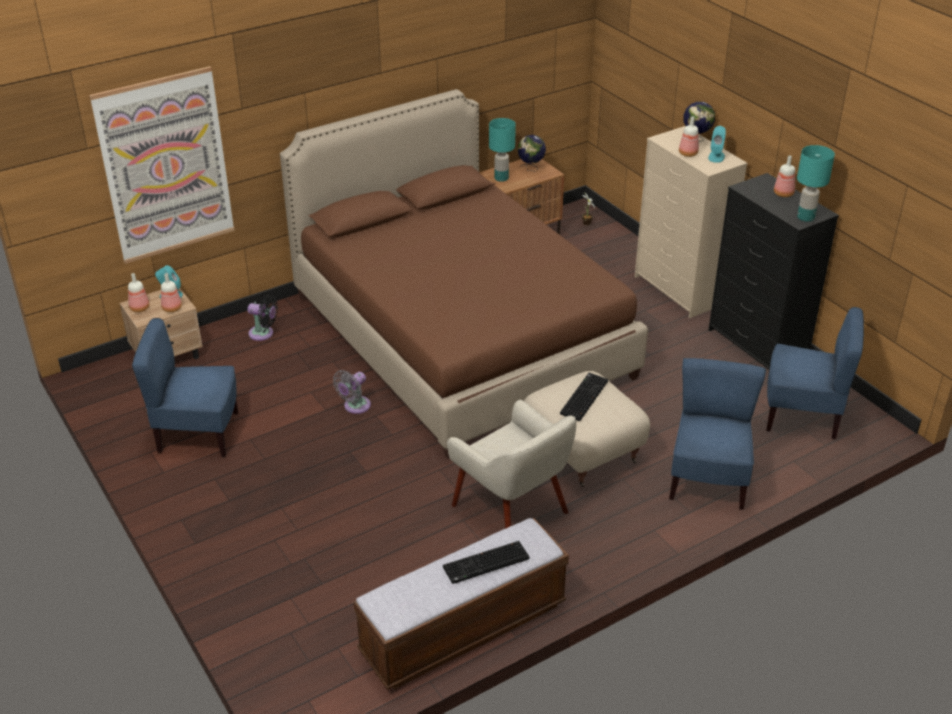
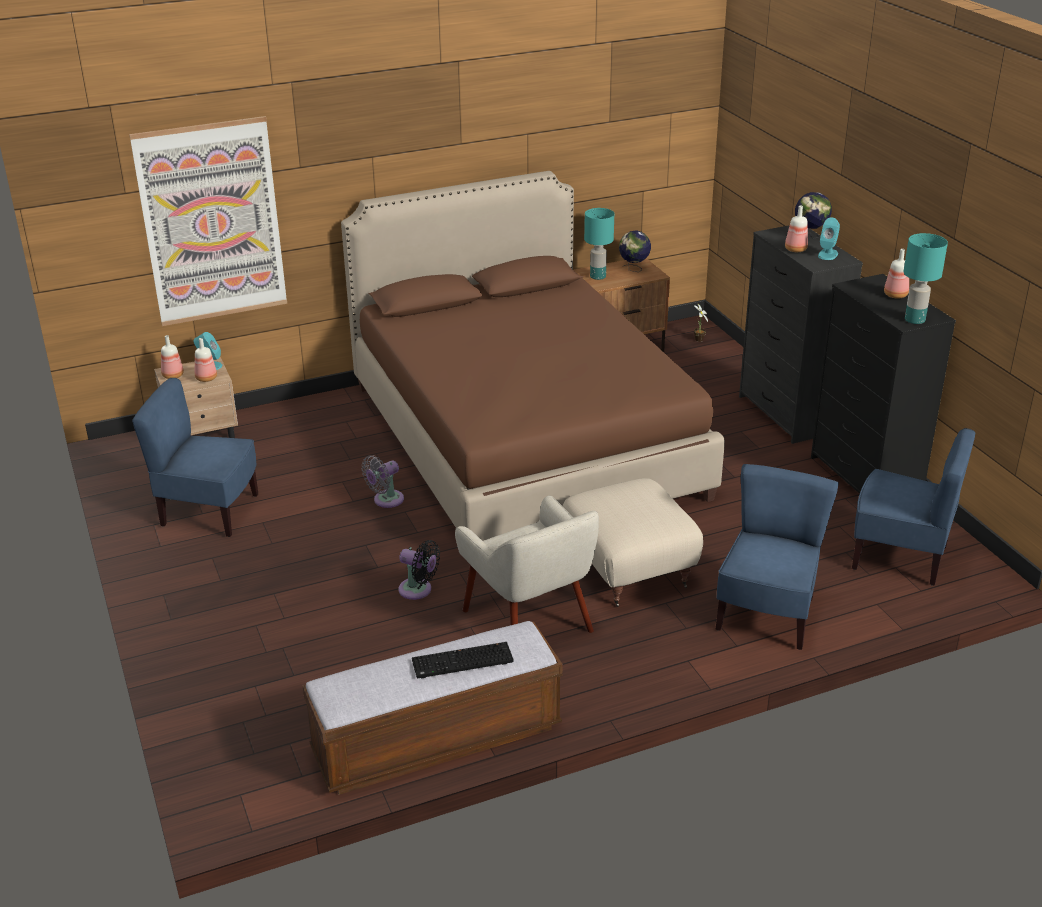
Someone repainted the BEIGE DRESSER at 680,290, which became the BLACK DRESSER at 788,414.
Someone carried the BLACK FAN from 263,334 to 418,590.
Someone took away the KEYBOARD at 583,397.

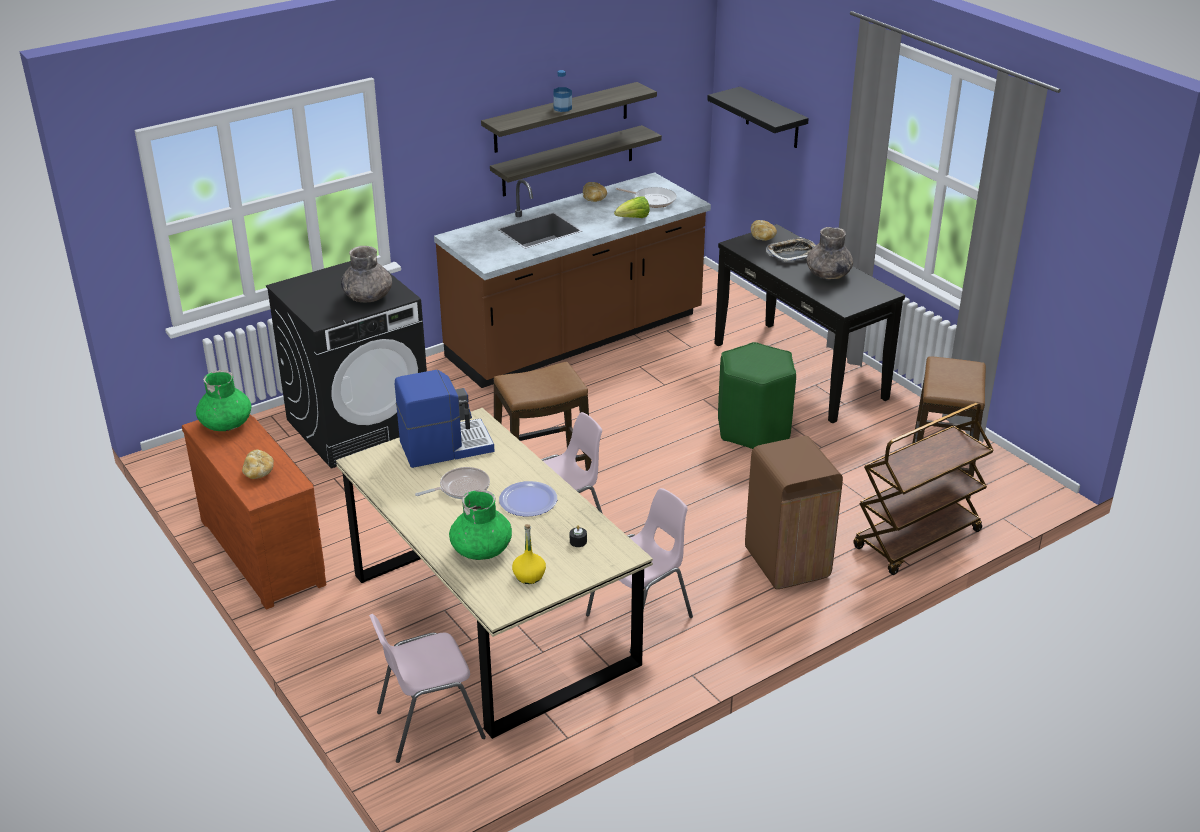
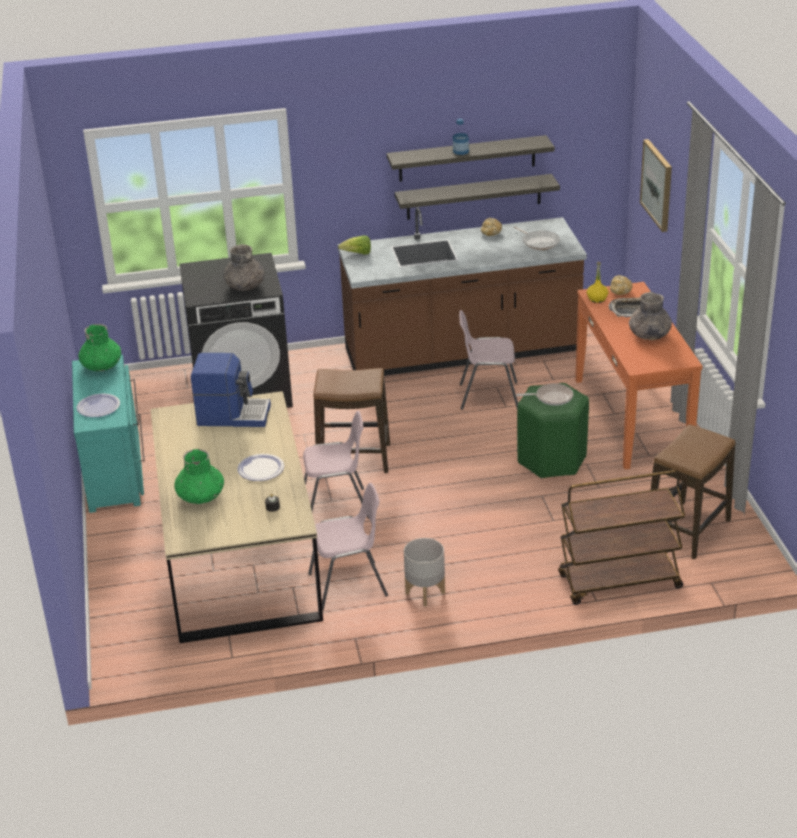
Someone swapped the BLACK SHELF at 772,118 for the PICTURE at 657,185.
Someone carried the LETTUCE from 633,219 to 358,254.
Someone repainted the BLACK CONSOLE TABLE at 799,370, which became the ORANGE CONSOLE TABLE at 632,418.
Someone repainted the BROWN DRESSER at 266,550, which became the TURQUOISE DRESSER at 116,470.
Someone took away the BROWN TRASH CAN at 786,563.
Someone swapped the BREAD at 258,472 for the PLATE at 98,407.
Someone carried the FRYING PAN from 461,488 to 551,397.
Someone carried the YELLOW BOTTLE from 529,576 to 597,299.
Someone carried the PINK CHAIR from 428,724 to 488,396.
Someone put down the GREY PLANTER at 425,593.

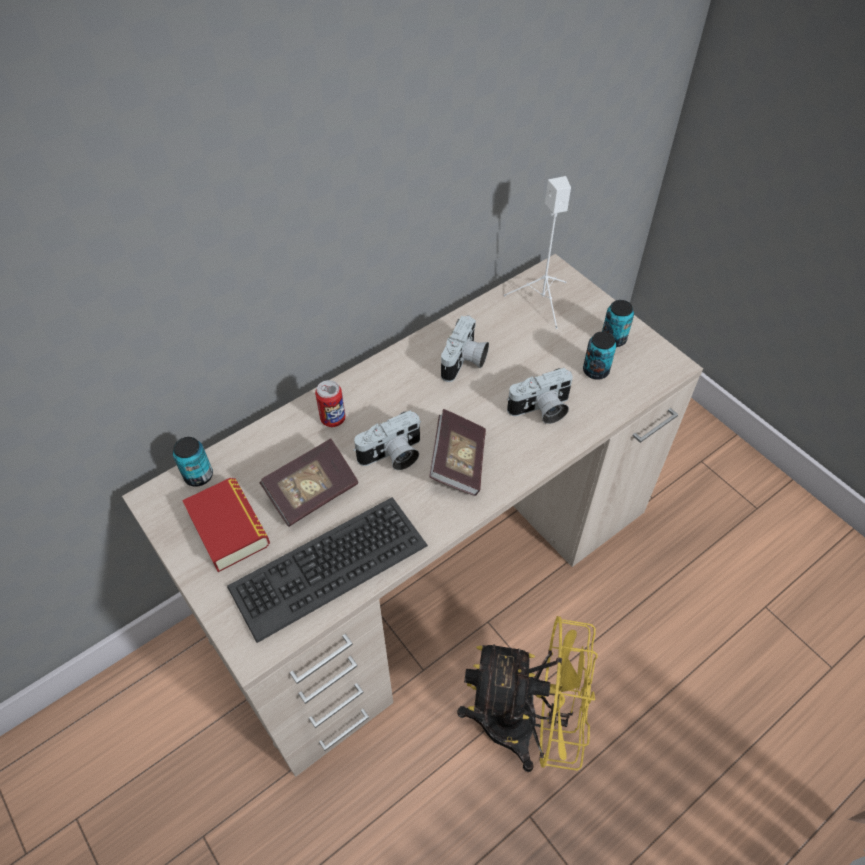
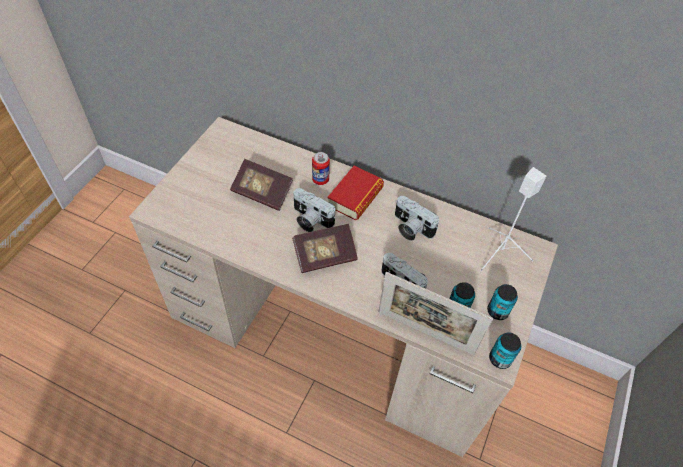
Someone rotated the PHOTO CAMERA at 465,362 by 45 degrees clockwise.
Someone carried the CAN from 198,475 to 500,359.
Someone carried the BOOK from 228,528 to 355,197.
Someone took away the KEYBOARD at 328,565.
Someone took away the YELLOW FAN at 525,723.
Someone put down the PICTURE FRAME at 425,332.

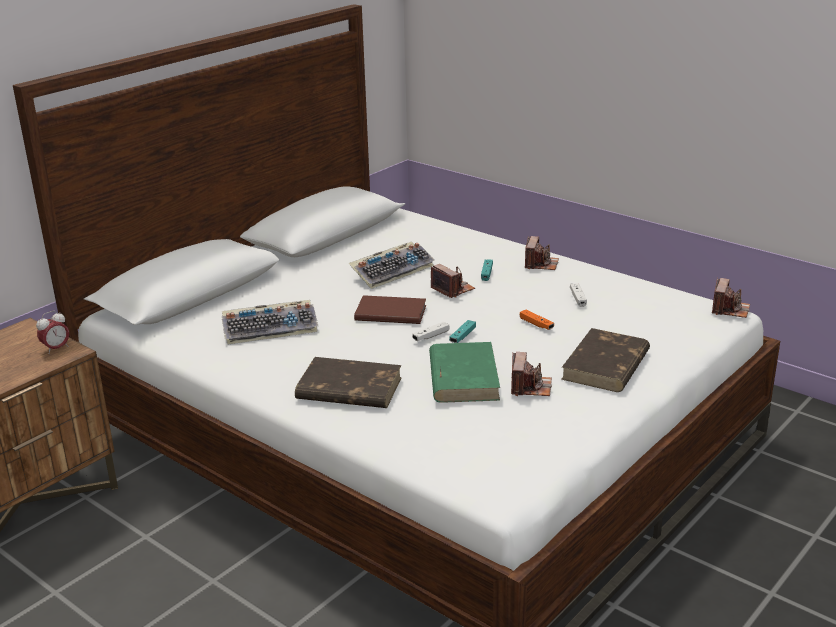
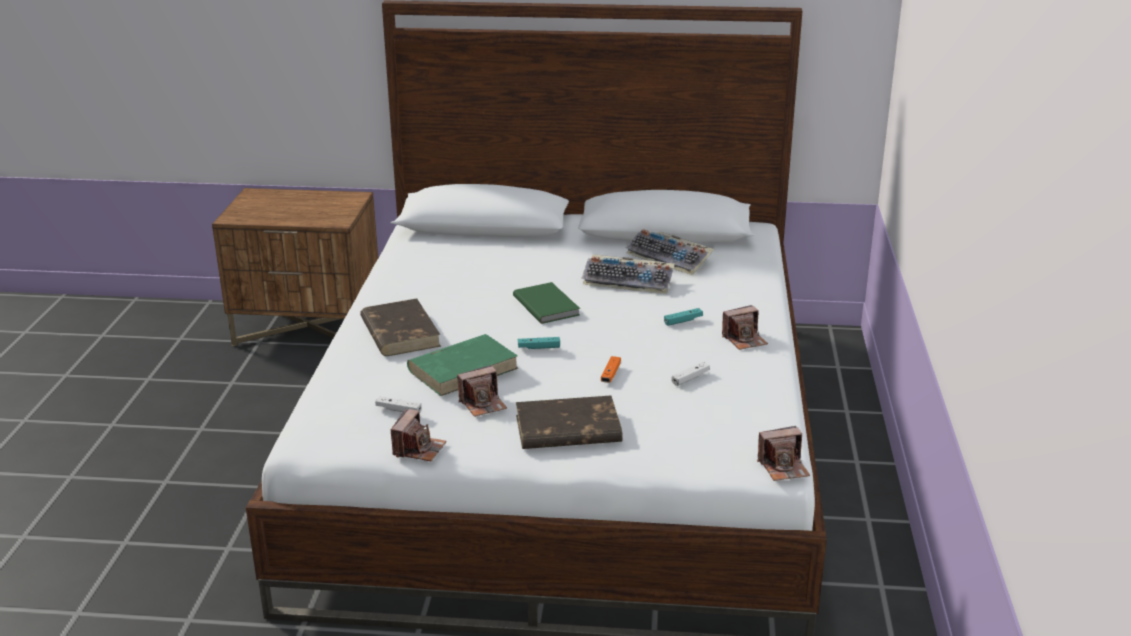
Someone carried the PHOTO CAMERA from 453,289 to 418,449.
Someone repainted the BROWN BOOK at 390,312, which became the GREEN BOOK at 547,305.
Someone carried the KEYBOARD from 271,328 to 670,258.
Someone took away the ALARM CLOCK at 56,349.
Someone carried the WHITE GAME CONTROLLER from 431,336 to 398,410.

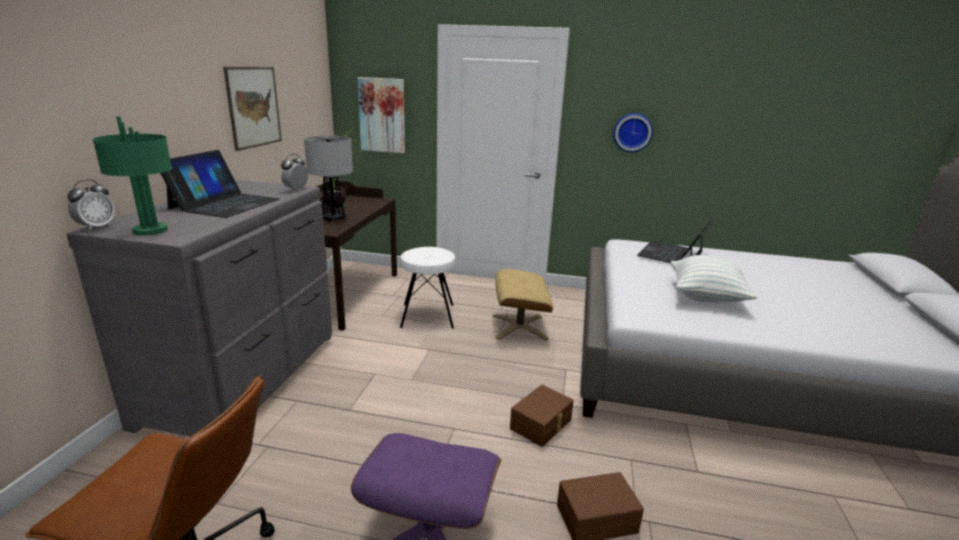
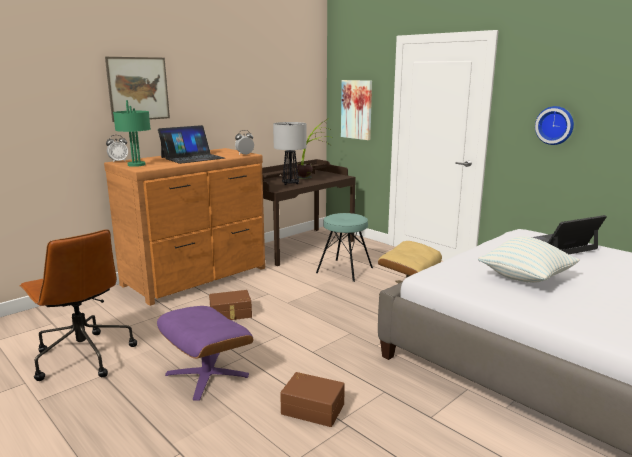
Someone carried the PICTURE from 254,107 to 138,89.
Someone repainted the GREY DRESSER at 247,377, which became the BROWN DRESSER at 197,277.
Someone repainted the WHITE STOOL at 427,316, which became the TURQUOISE STOOL at 344,270.
Someone carried the BROWN STORAGE BOX from 542,424 to 231,314.

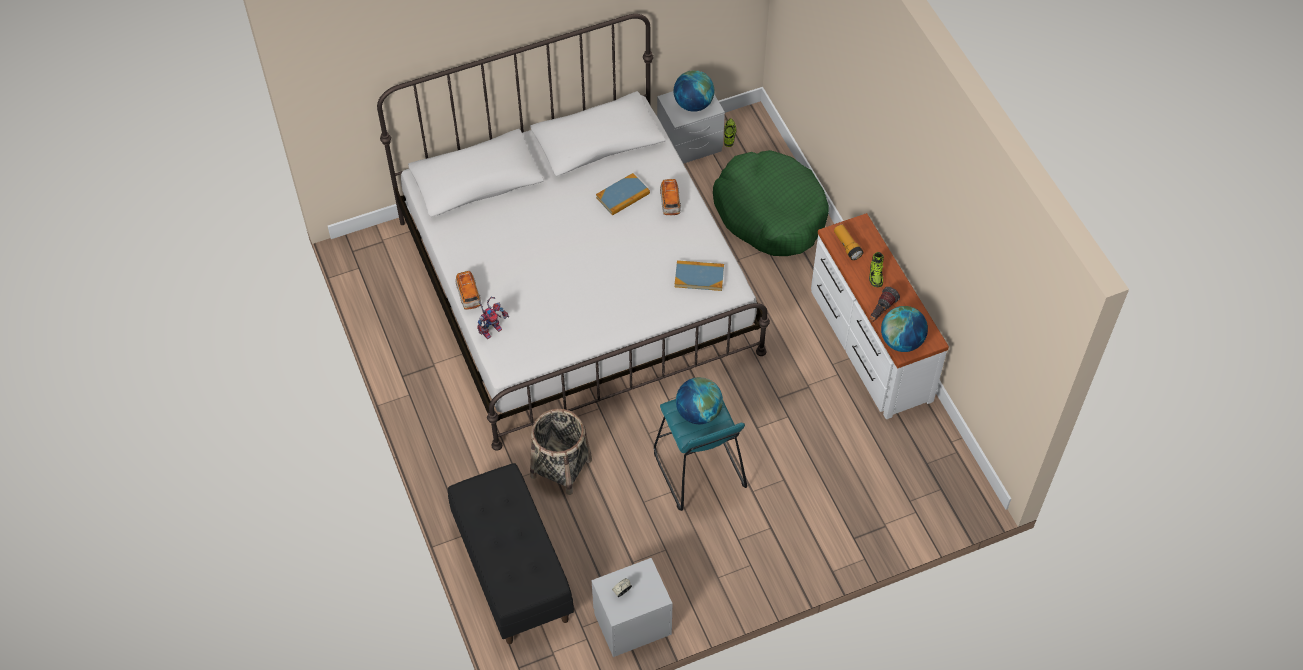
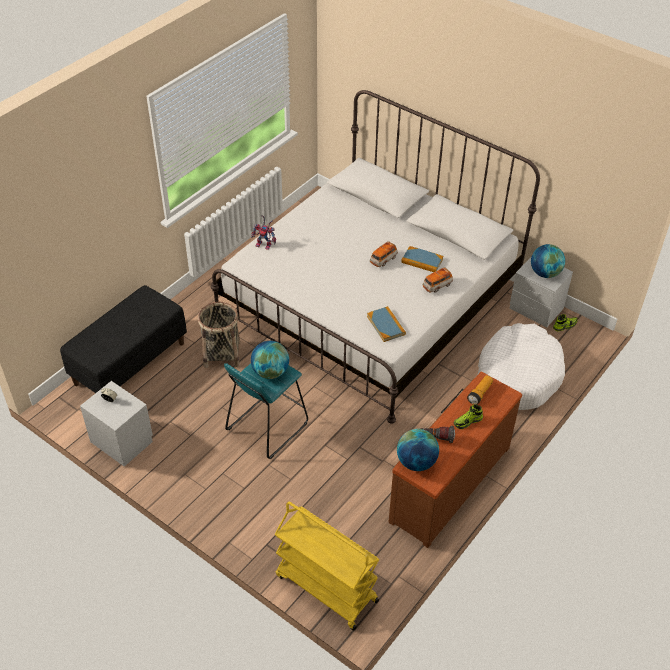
Someone repainted the GREEN DOG BED at 770,213, which became the WHITE DOG BED at 517,376.
Someone repainted the WHITE DRESSER at 868,344, which became the BROWN DRESSER at 449,483.
Someone carried the TOY CAR from 468,295 to 383,260.
Someone put down the YELLOW CART at 325,588.

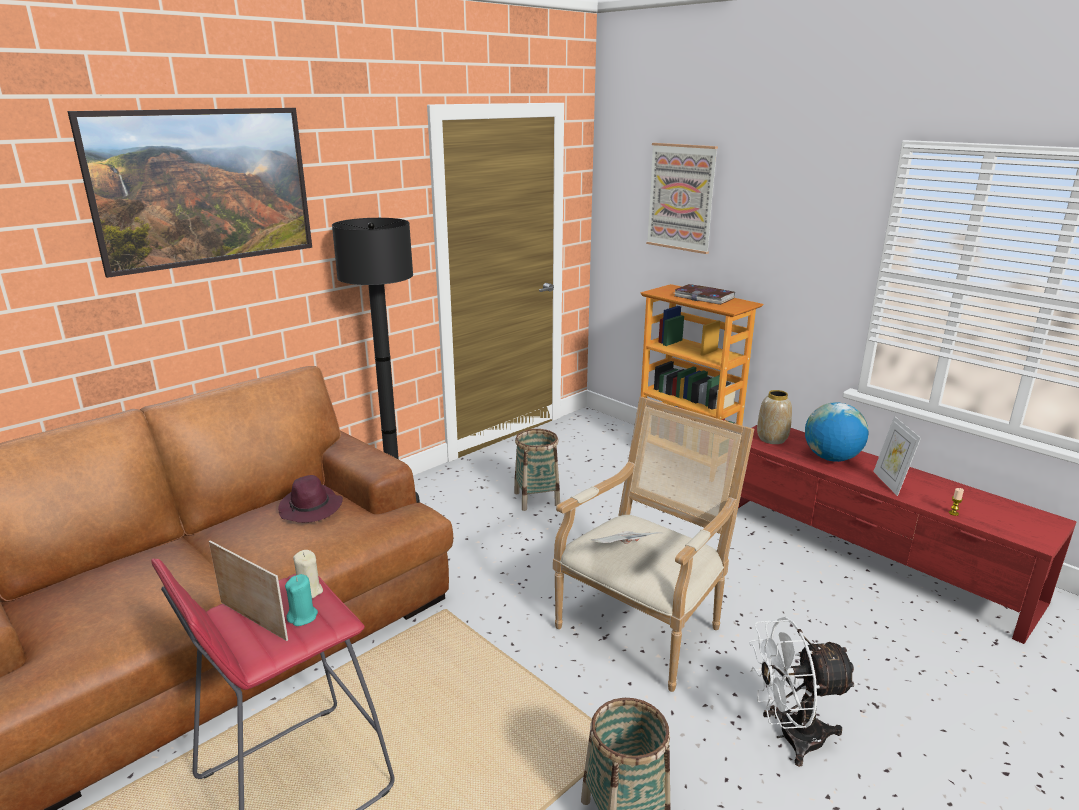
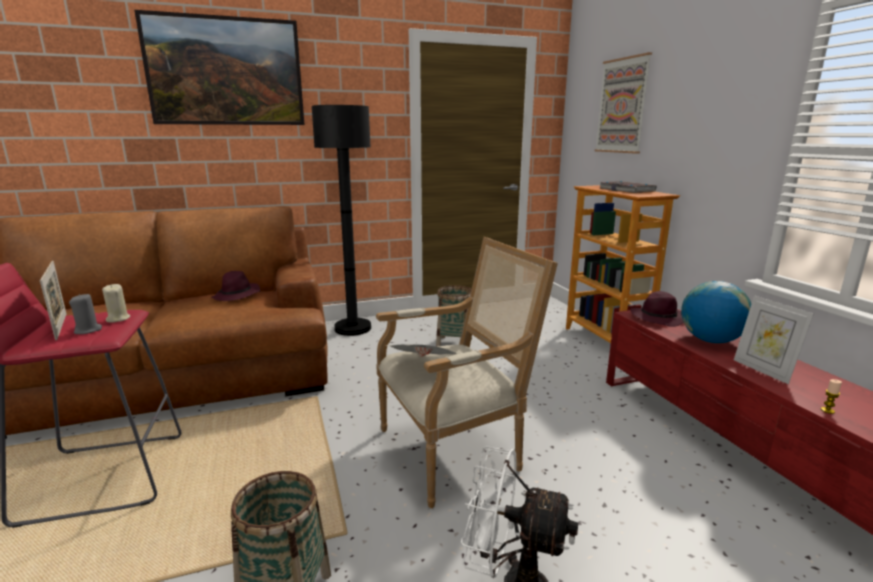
Someone swapped the VASE at 772,439 for the PURPLE HAT at 659,317.
Someone rotated the PICTURE FRAME at 890,483 by 45 degrees counterclockwise.
Someone repainted the TURQUOISE CANDLE at 303,617, which became the GREY CANDLE at 88,330.

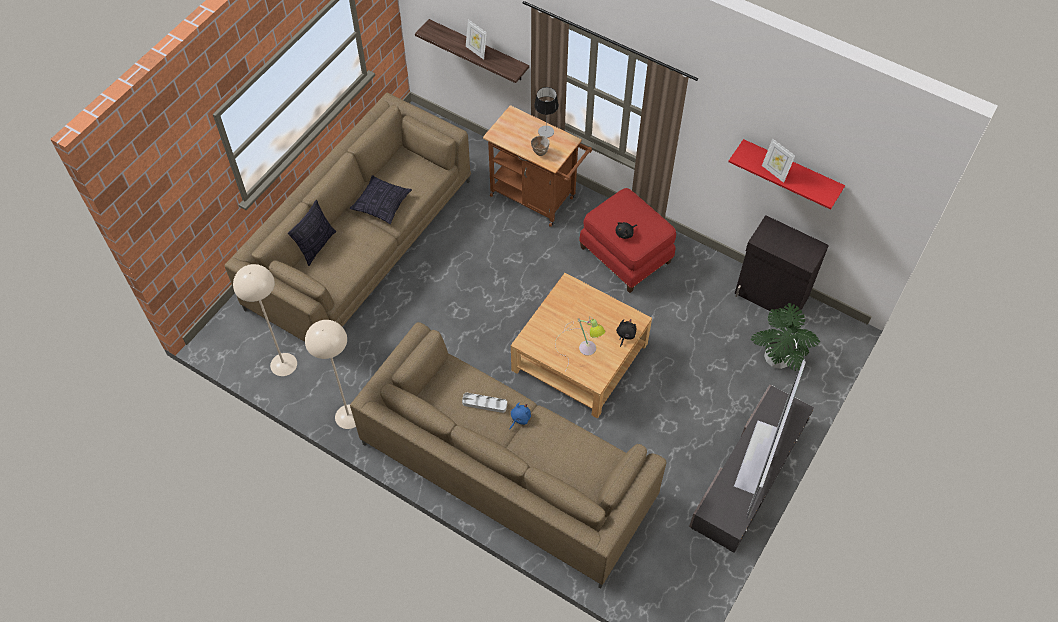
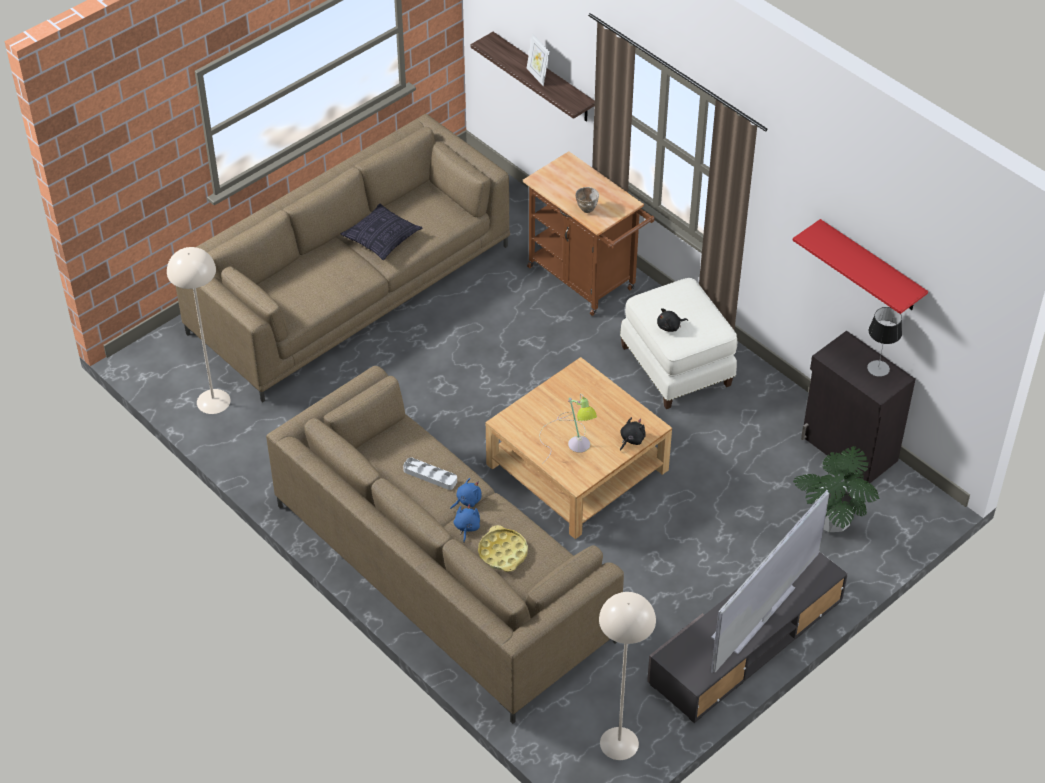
Someone carried the TABLE LAMP from 546,131 to 878,368.
Someone took away the PICTURE FRAME at 774,172.
Someone repainted the RED OTTOMAN at 626,254, which became the WHITE OTTOMAN at 677,365.
Someone took away the PILLOW at 316,246.
Someone carried the BEIGE FLOOR LAMP from 348,416 to 618,743.
Someone put down the BLUE PLUSH TOY at 466,527.
Someone put down the YELLOW TRAY at 502,552.

